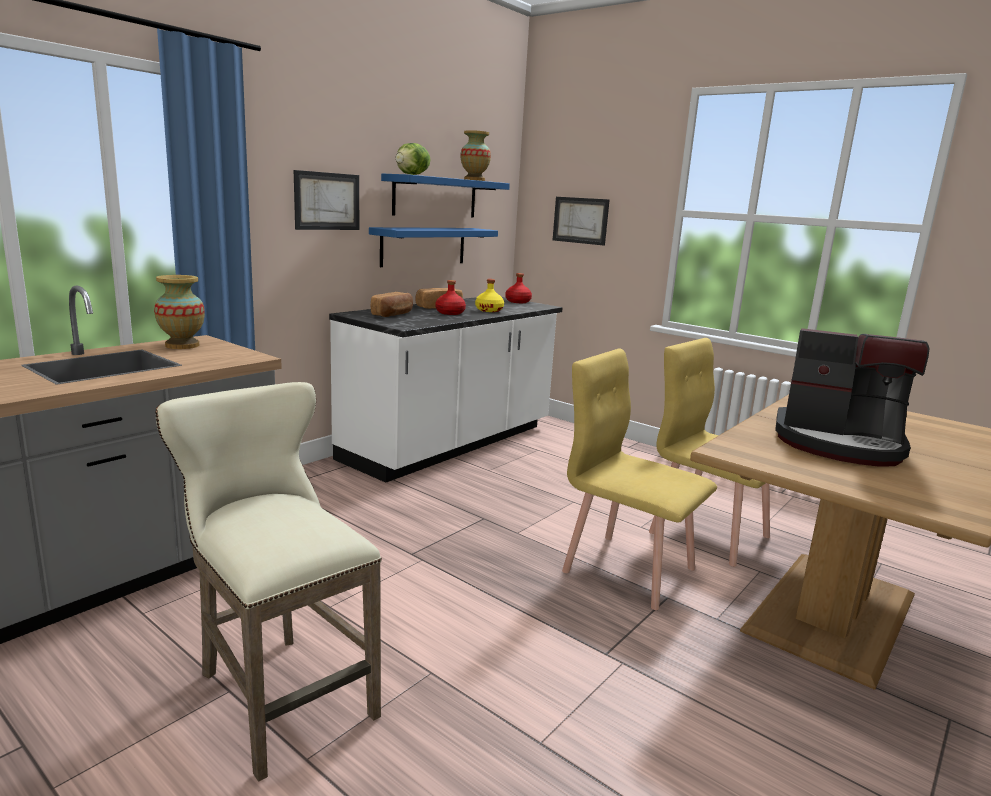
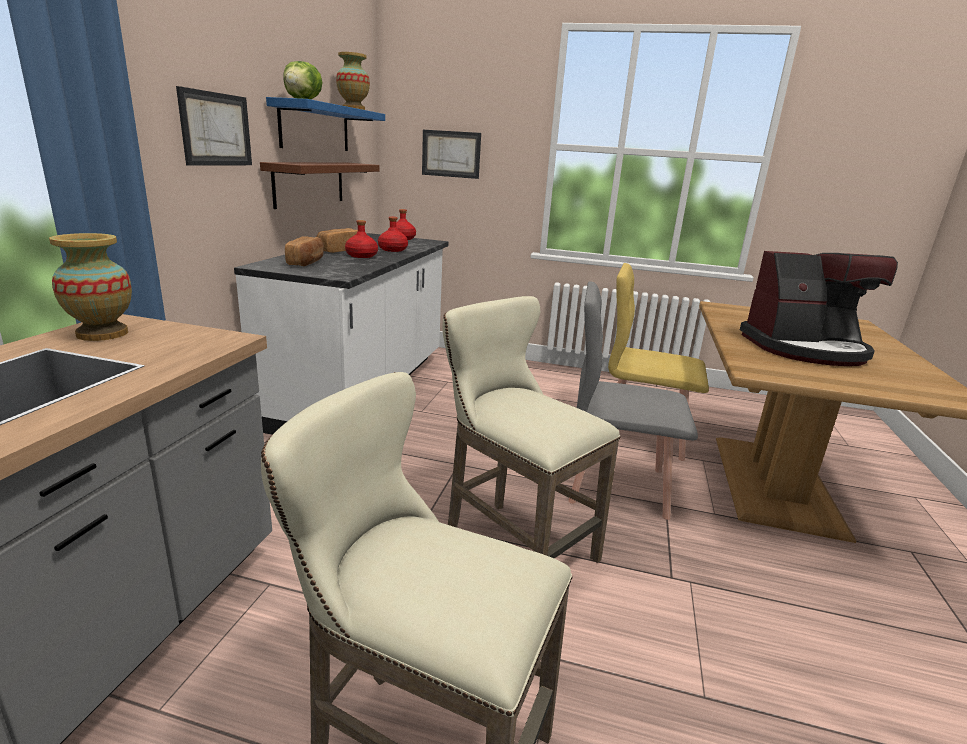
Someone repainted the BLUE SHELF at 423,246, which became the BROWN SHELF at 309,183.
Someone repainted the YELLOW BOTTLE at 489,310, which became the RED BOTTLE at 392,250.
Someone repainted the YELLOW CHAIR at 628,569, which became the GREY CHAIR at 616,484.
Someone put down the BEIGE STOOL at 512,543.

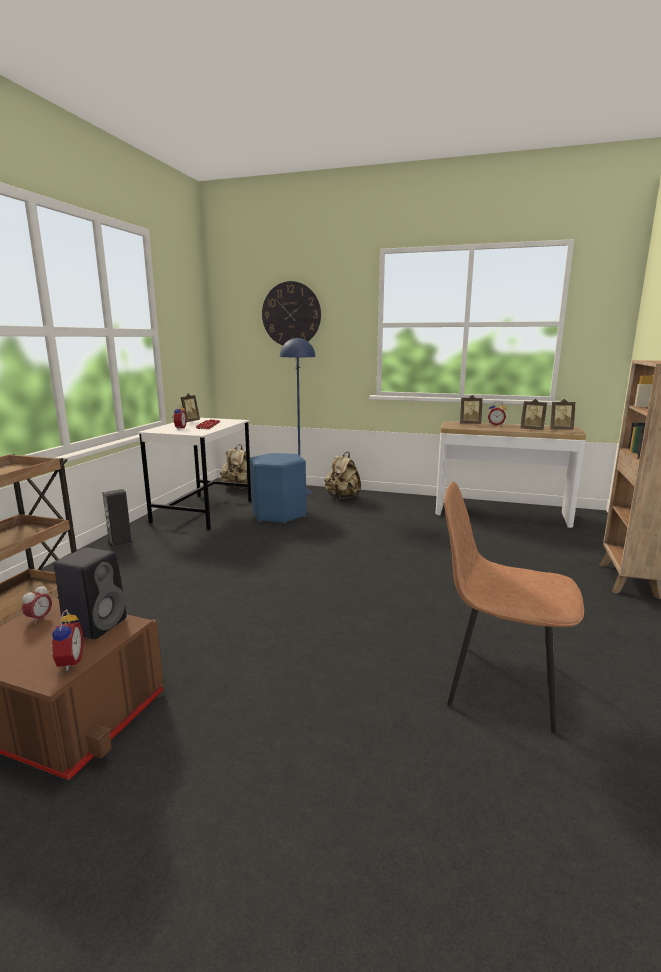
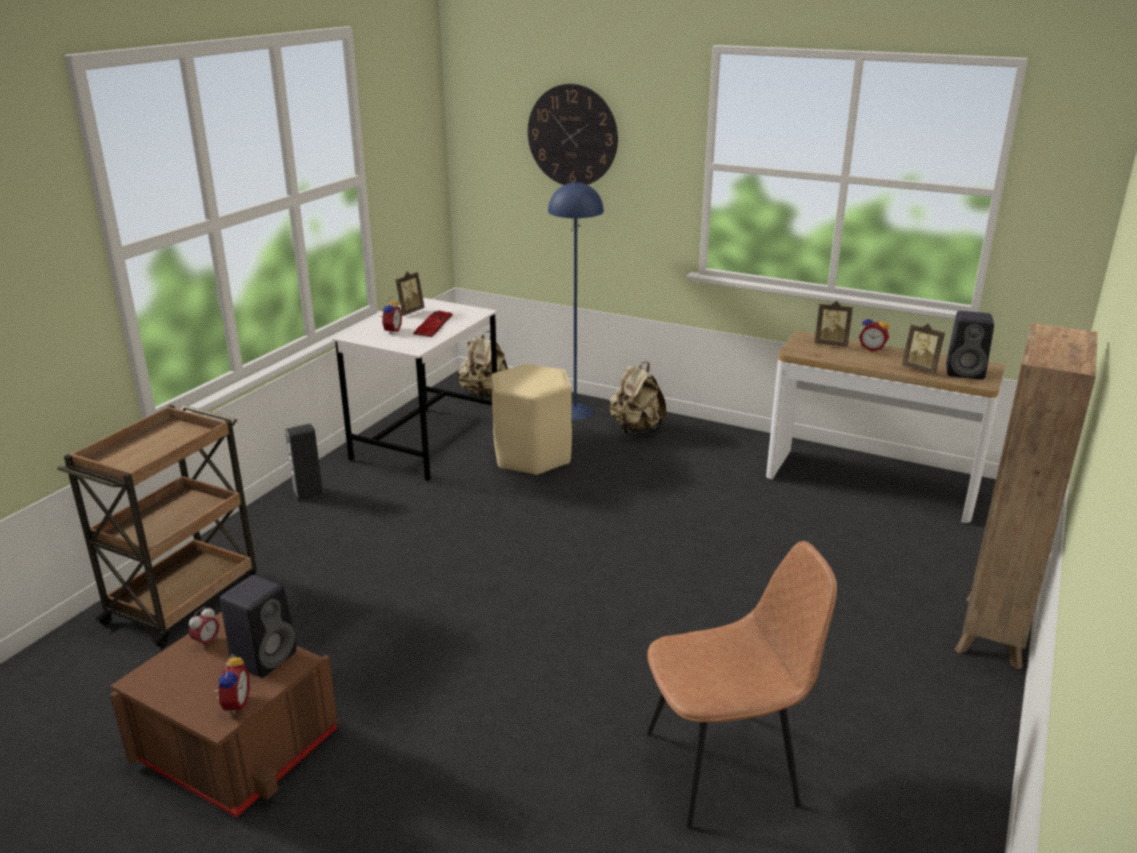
Someone swapped the PICTURE FRAME at 560,430 for the BLACK SPEAKER at 966,372.
Someone repainted the BLUE STOOL at 279,514, which became the BEIGE STOOL at 532,457.
Someone rotated the BROWN CHAIR at 499,683 by 135 degrees clockwise.

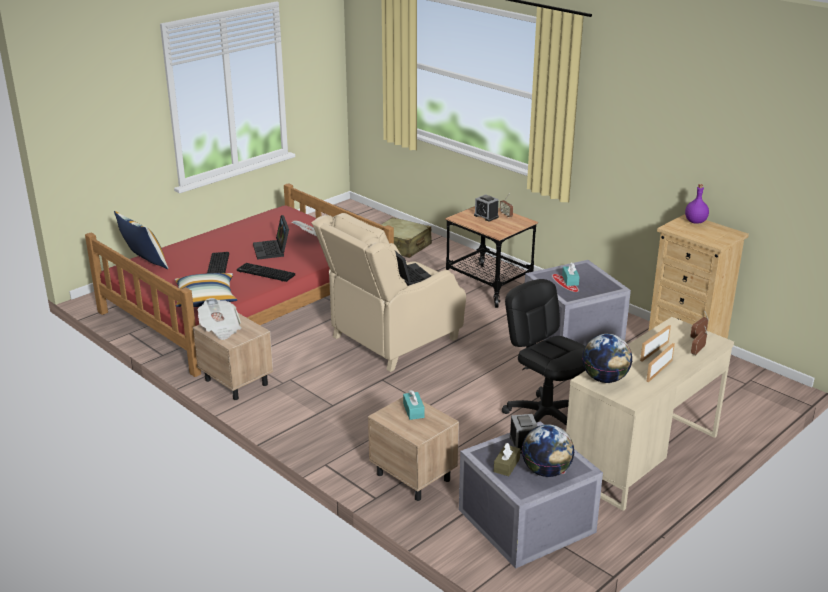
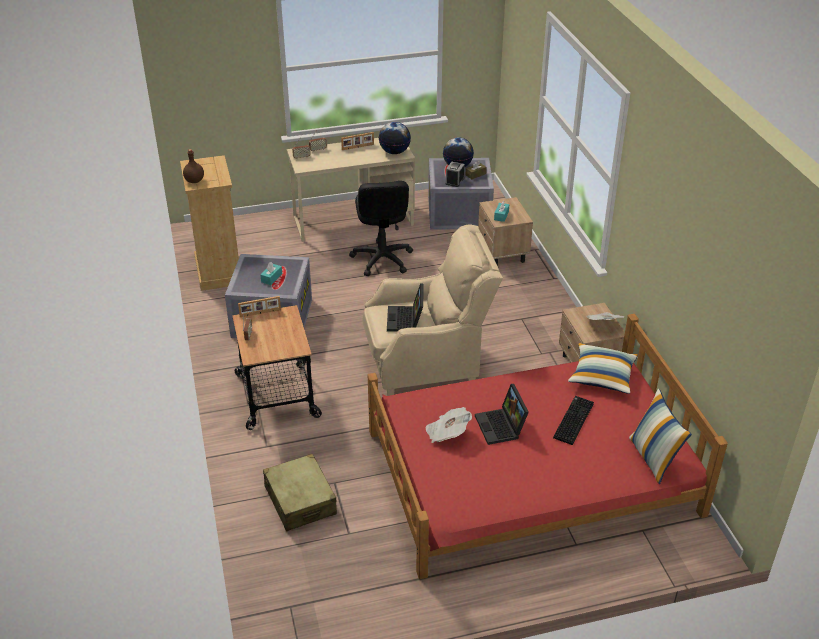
Someone repainted the PURPLE BOTTLE at 695,221, which became the BROWN BOTTLE at 194,181.
Someone took away the ALARM CLOCK at 486,216.
Someone rotated the LAPTOP at 272,250 by 150 degrees clockwise.
Someone took away the KEYBOARD at 264,273.
Someone carried the PICTURE FRAME from 653,351 to 260,313.

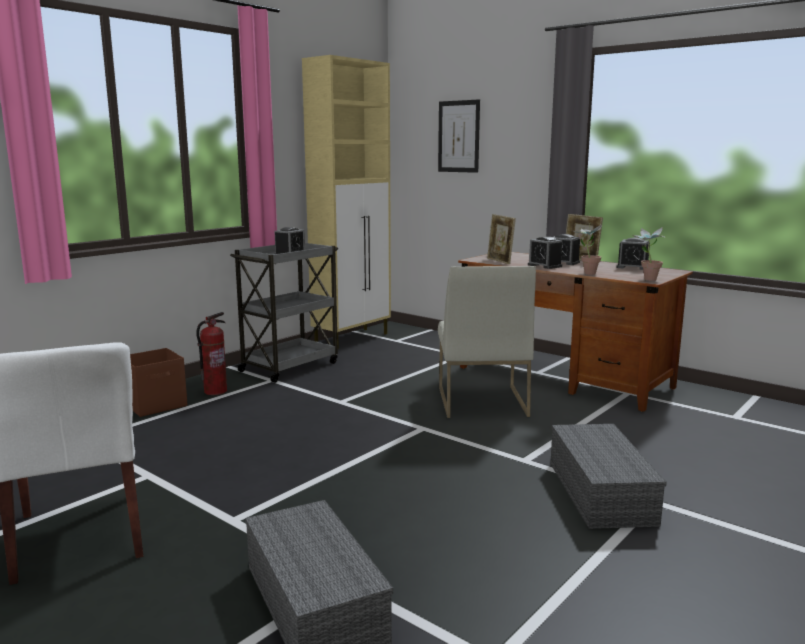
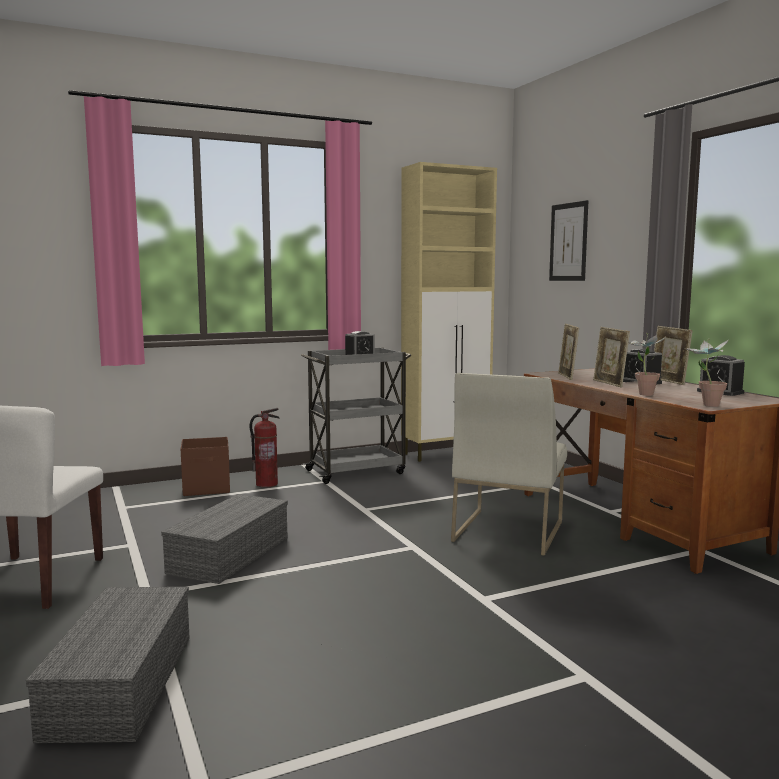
Someone swapped the ALARM CLOCK at 544,266 for the PICTURE FRAME at 609,384.
Someone carried the GREY STORAGE BOX from 598,491 to 229,553.

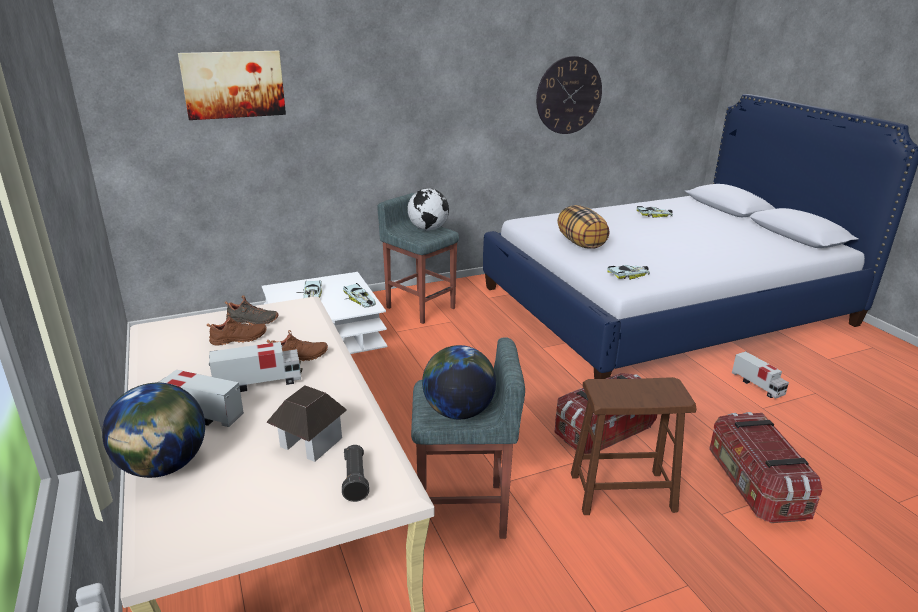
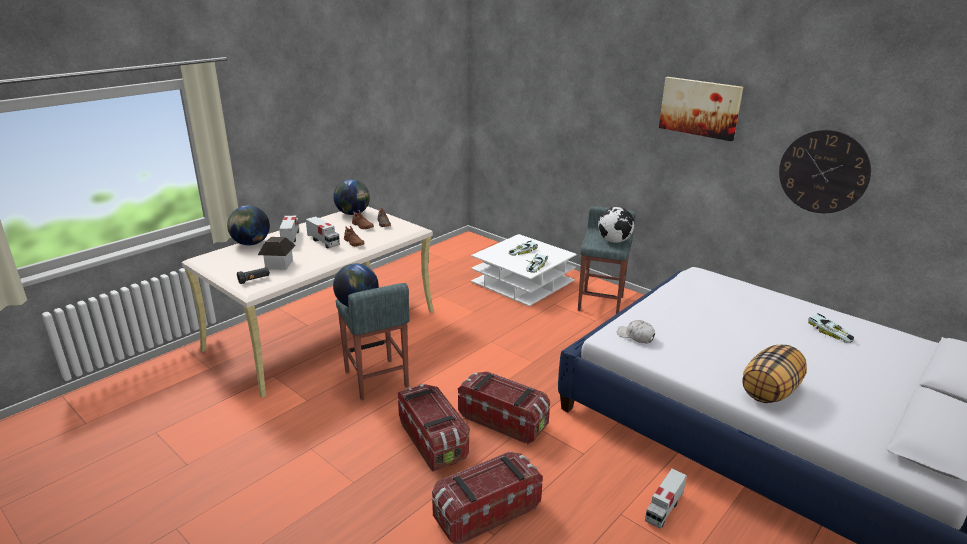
Someone carried the PICTURE from 233,84 to 700,108.
Someone carried the PILLOW from 581,243 to 770,391.
Someone swapped the TOY CAR at 629,275 for the WHITE CAP at 635,336.
Someone swapped the BROWN STOOL at 622,492 for the STORAGE BOX at 433,440.
Someone put down the GLOBE at 353,213.

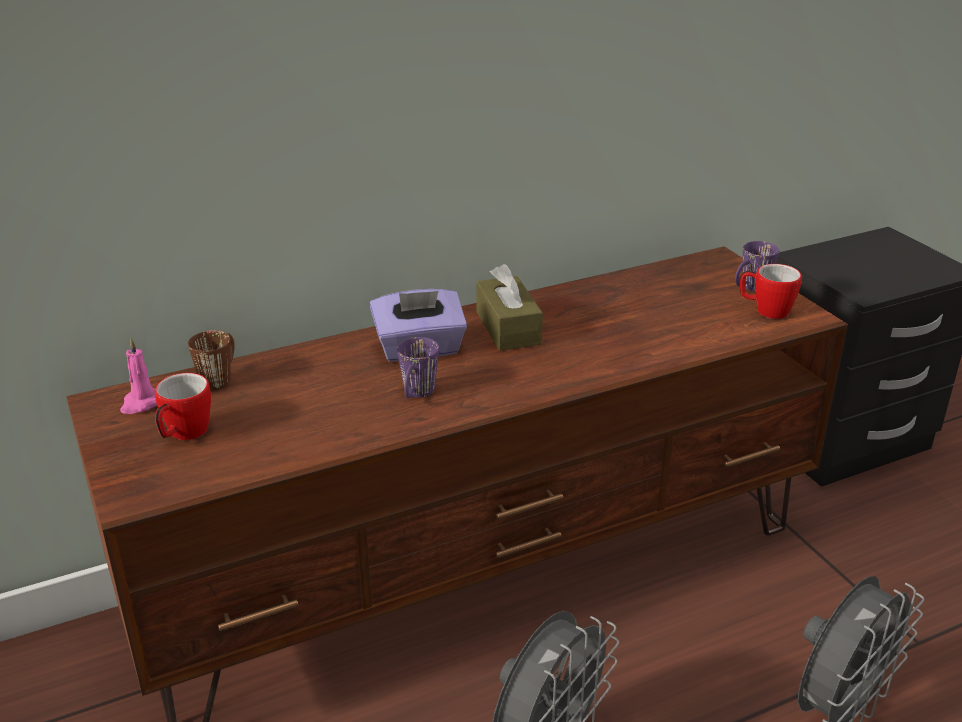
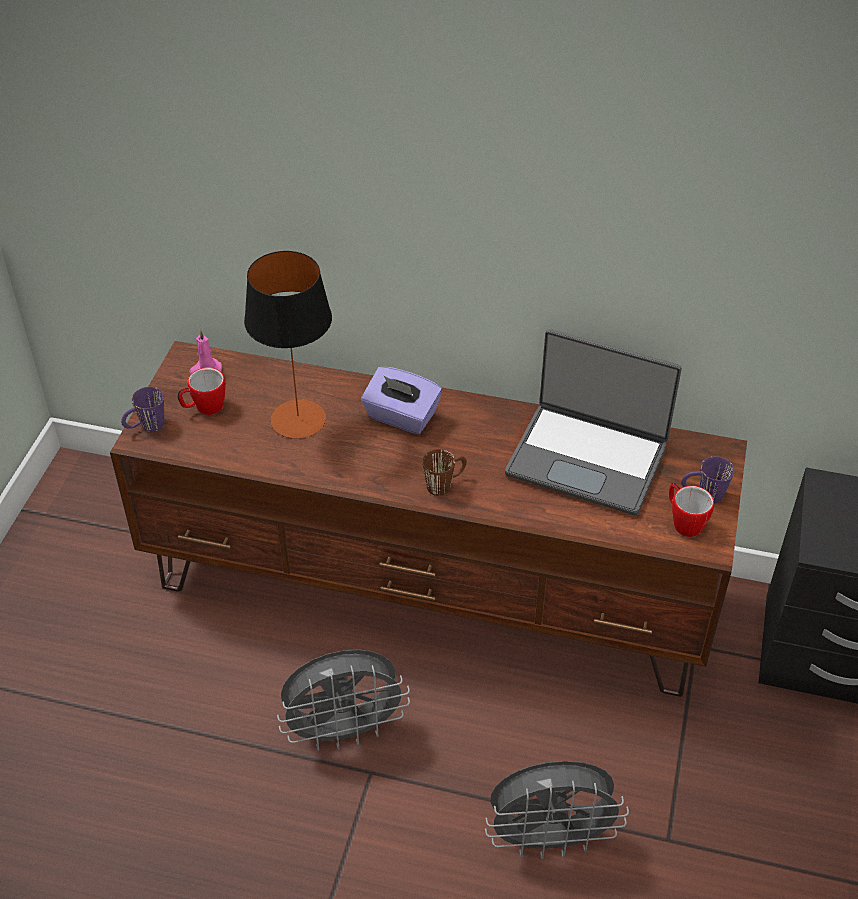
Someone took away the BROWN TISSUE BOX at 508,328.
Someone carried the BROWN MUG from 220,377 to 445,483.
Someone carried the PURPLE MUG from 416,395 to 146,427.
Someone put down the TABLE LAMP at 298,419.
Someone put down the LAPTOP at 587,458.

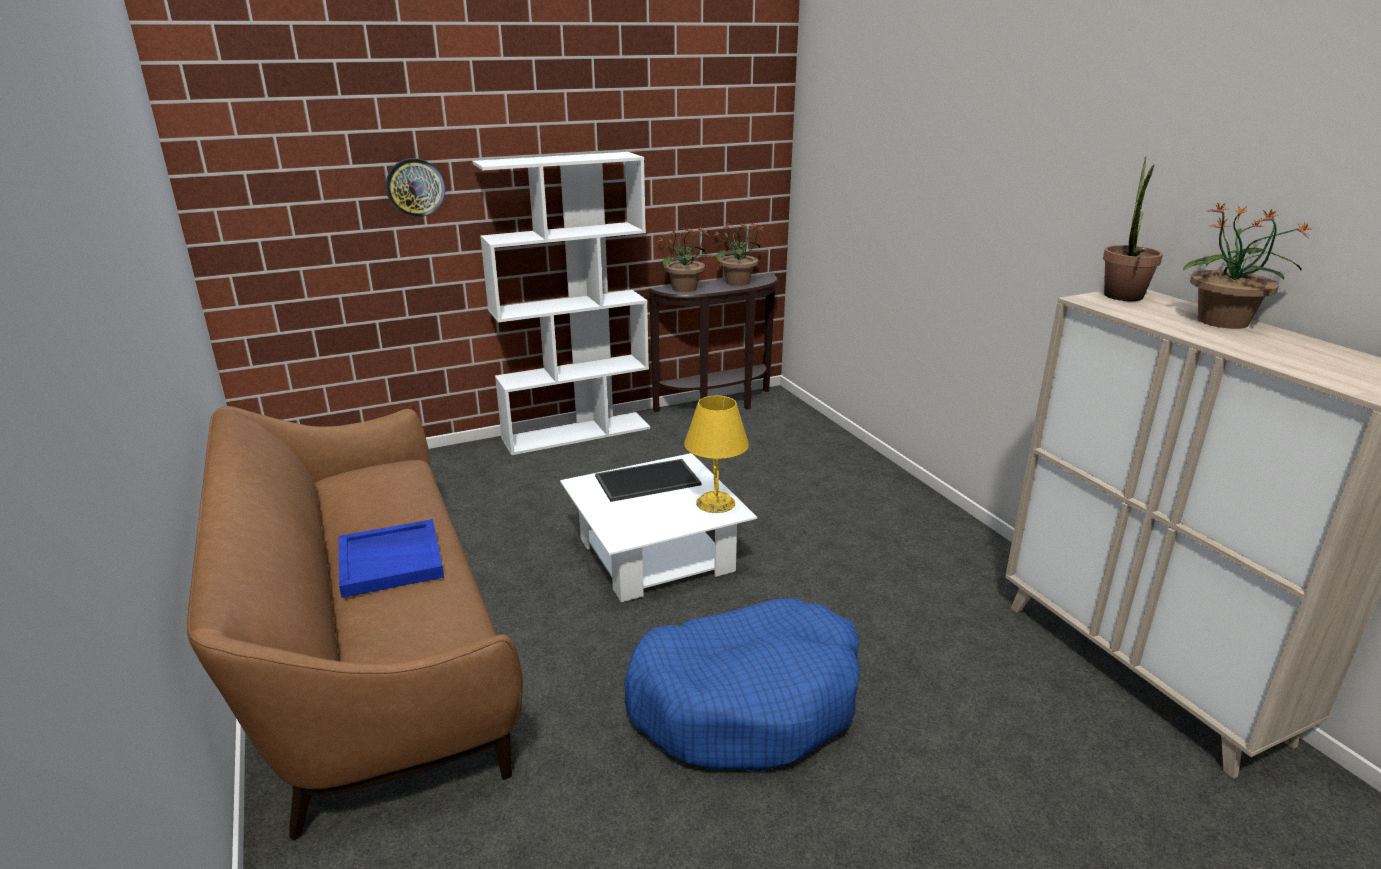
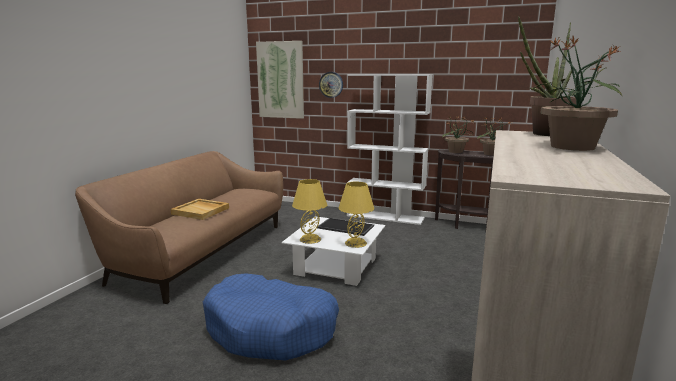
Someone repainted the BLUE TRAY at 391,561, which became the BEIGE TRAY at 201,211.
Someone put up the PICTURE at 280,80.
Someone put down the YELLOW TABLE LAMP at 310,239.

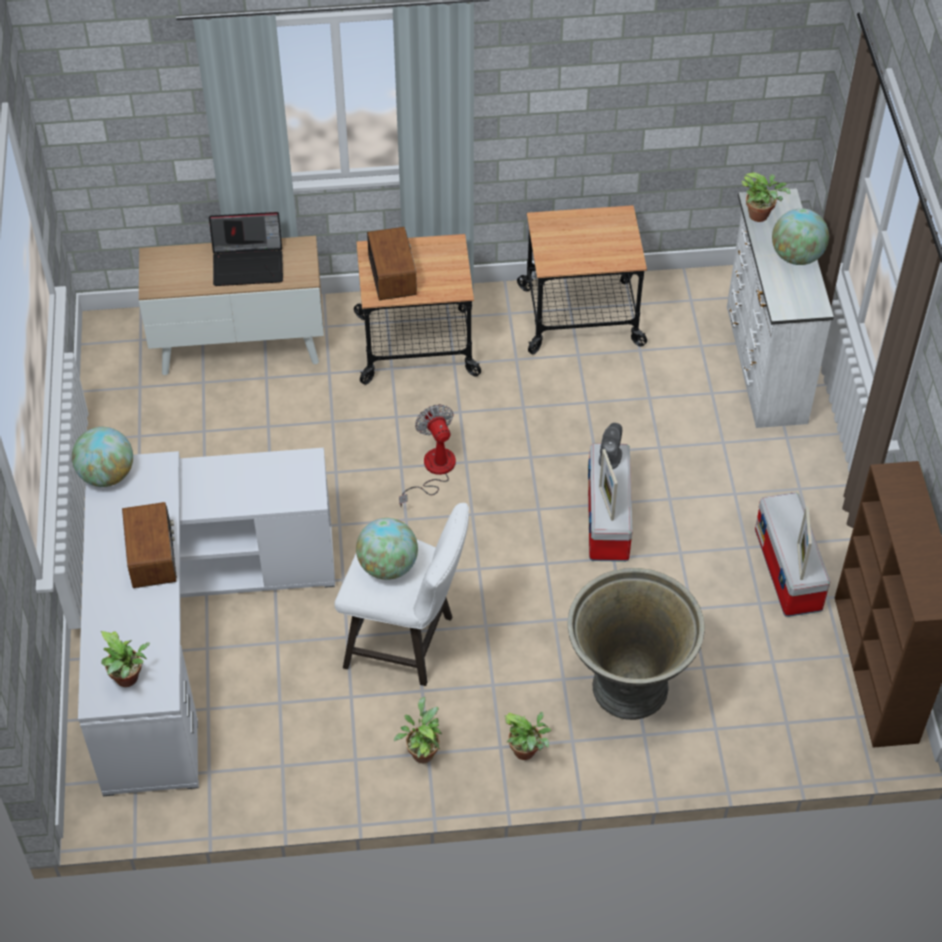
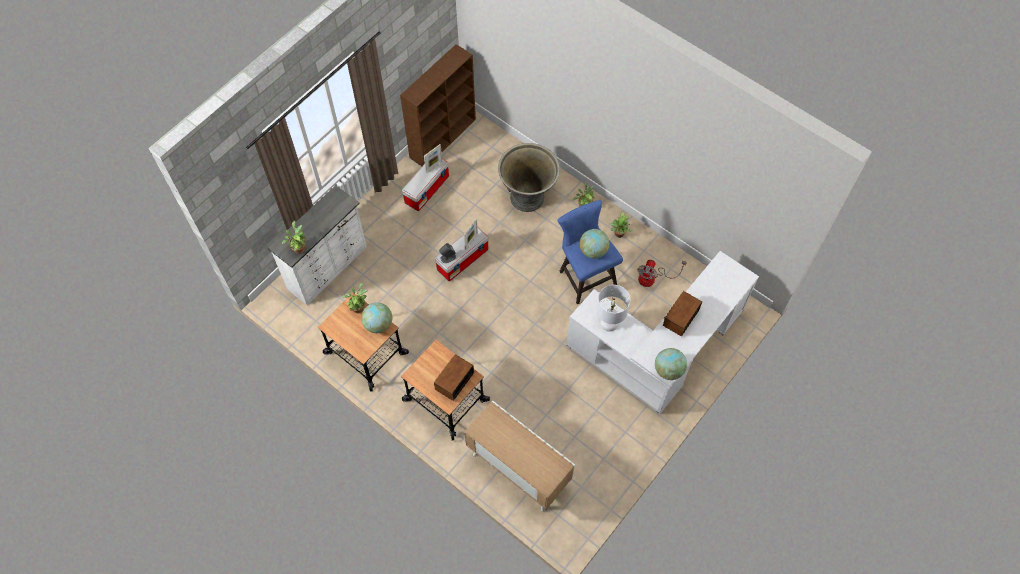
Someone carried the GLOBE from 796,256 to 378,324.
Someone took away the LAPTOP at 249,264.
Someone carried the FAN from 433,470 to 652,278.
Someone repainted the WHITE STOOL at 407,642, which became the BLUE STOOL at 585,275.
Someone carried the POTTED PLANT from 129,679 to 358,307.
Someone put down the WHITE TABLE LAMP at 609,323.

